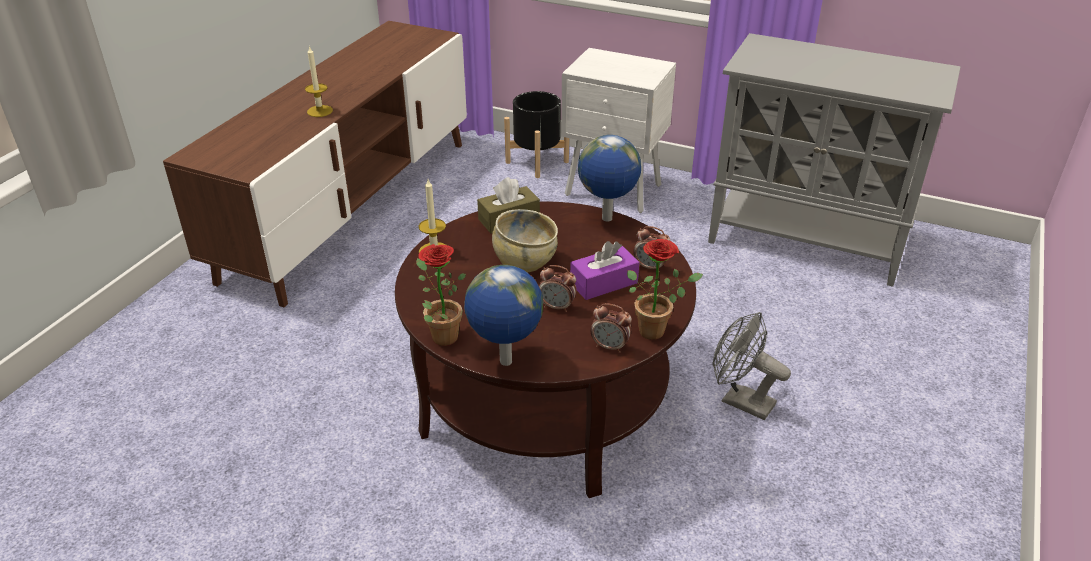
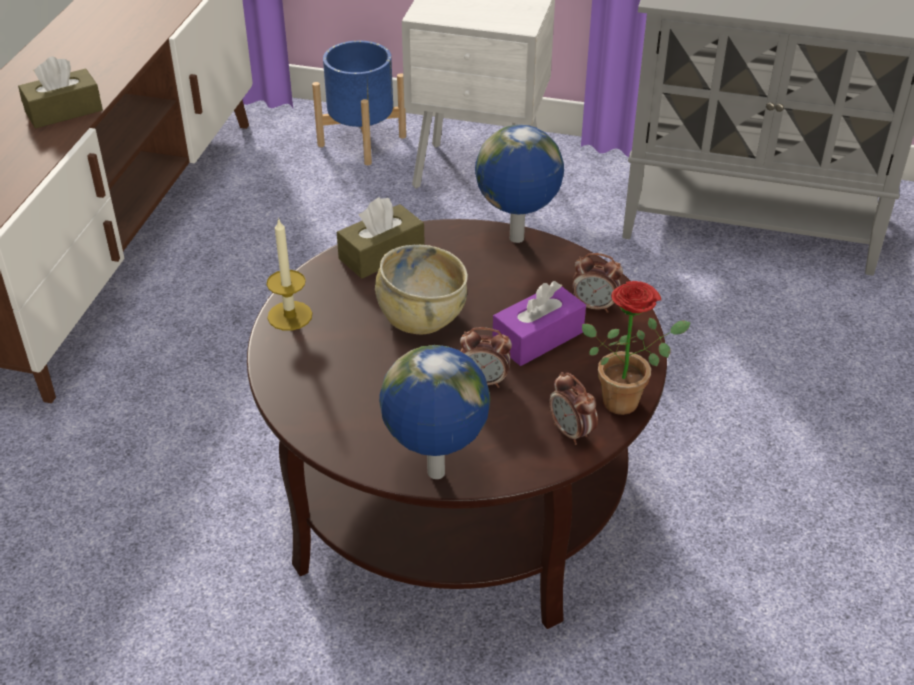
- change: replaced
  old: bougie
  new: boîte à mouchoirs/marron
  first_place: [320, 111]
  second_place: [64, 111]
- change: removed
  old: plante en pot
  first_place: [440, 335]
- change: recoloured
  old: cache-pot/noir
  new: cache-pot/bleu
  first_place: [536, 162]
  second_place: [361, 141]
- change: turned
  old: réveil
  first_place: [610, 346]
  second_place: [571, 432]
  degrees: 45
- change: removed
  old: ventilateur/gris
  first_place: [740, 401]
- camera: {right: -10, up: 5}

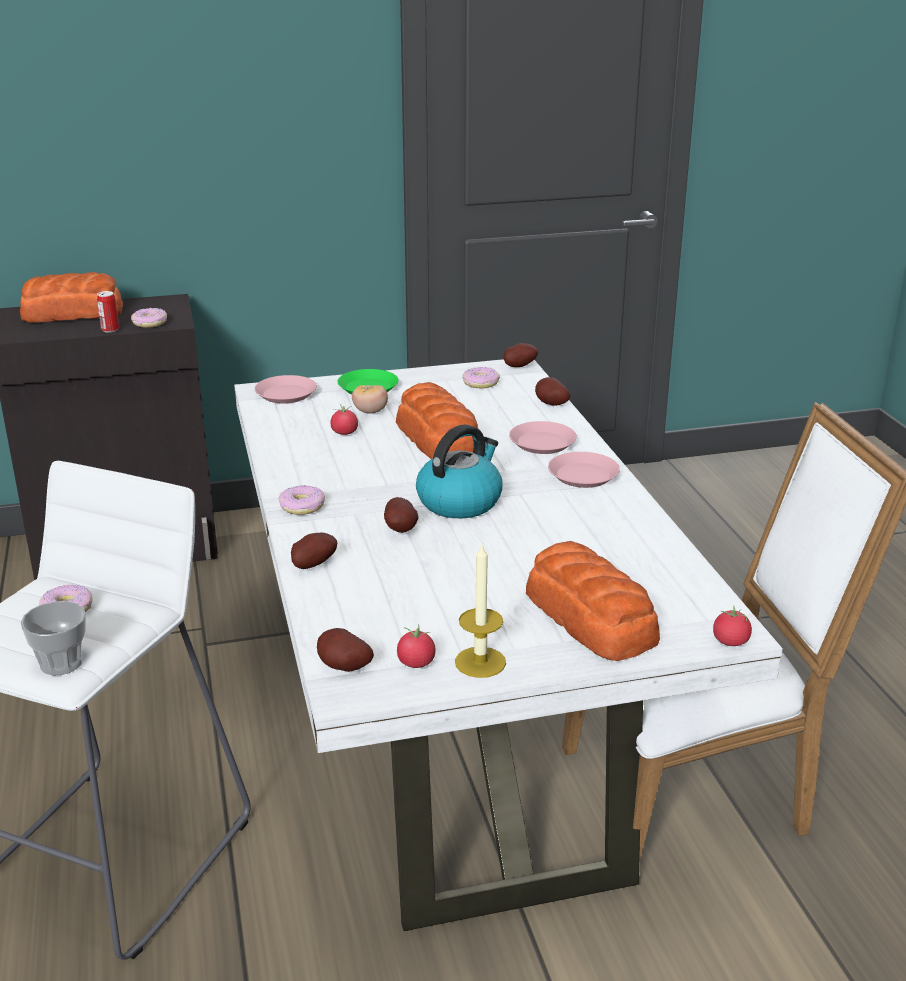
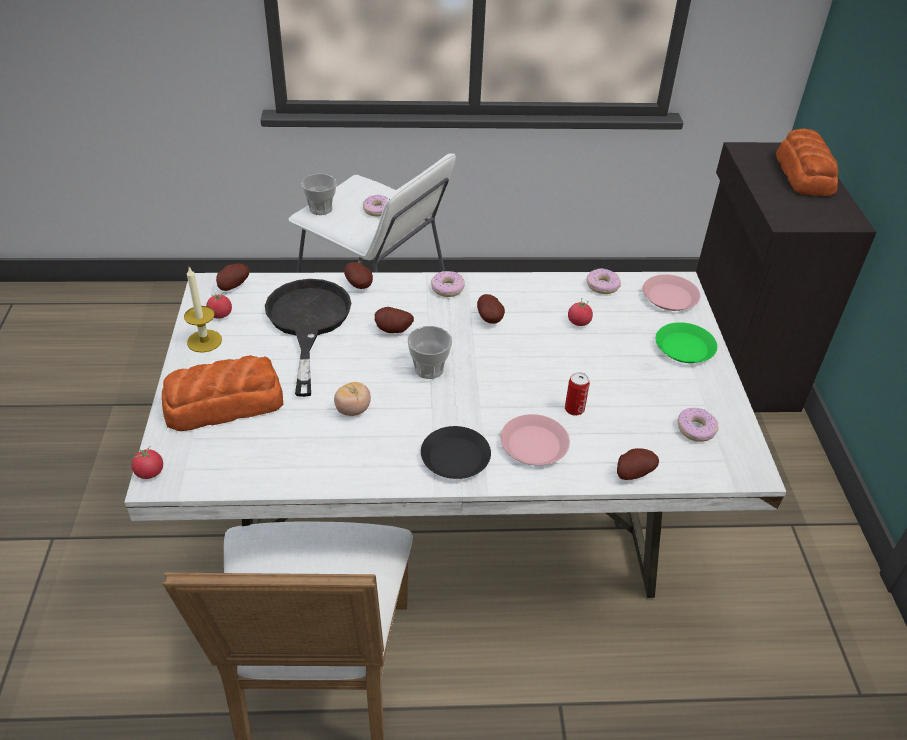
- change: moved
  old: boîte métallique
  first_place: [110, 329]
  second_place: [574, 409]
- change: moved
  old: beignet
  first_place: [150, 323]
  second_place: [602, 286]
- change: moved
  old: tomate
  first_place: [370, 412]
  second_place: [353, 410]
- change: removed
  old: pain
  first_place: [439, 440]
- change: replaced
  old: bouilloire
  new: tasse
  first_place: [460, 501]
  second_place: [429, 369]
- change: moved
  old: pomme de terre
  first_place: [519, 366]
  second_place: [490, 319]
- change: recoloured
  old: assiette/rose
  new: assiette/noir
  first_place: [583, 475]
  second_place: [455, 458]
- change: added
  new: poêle/noir
  second_place: [307, 323]
- camera: {right: 100, up: 15}

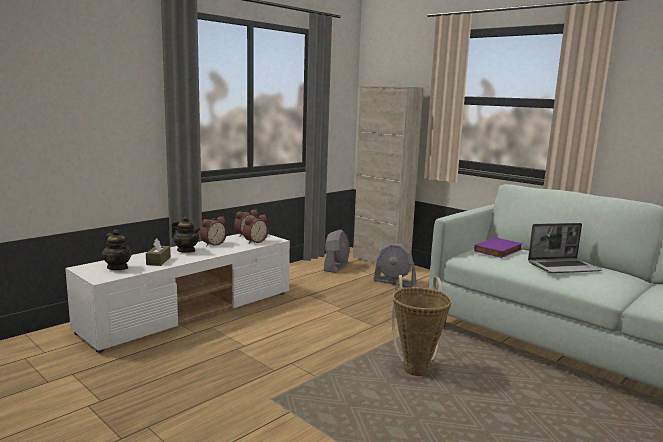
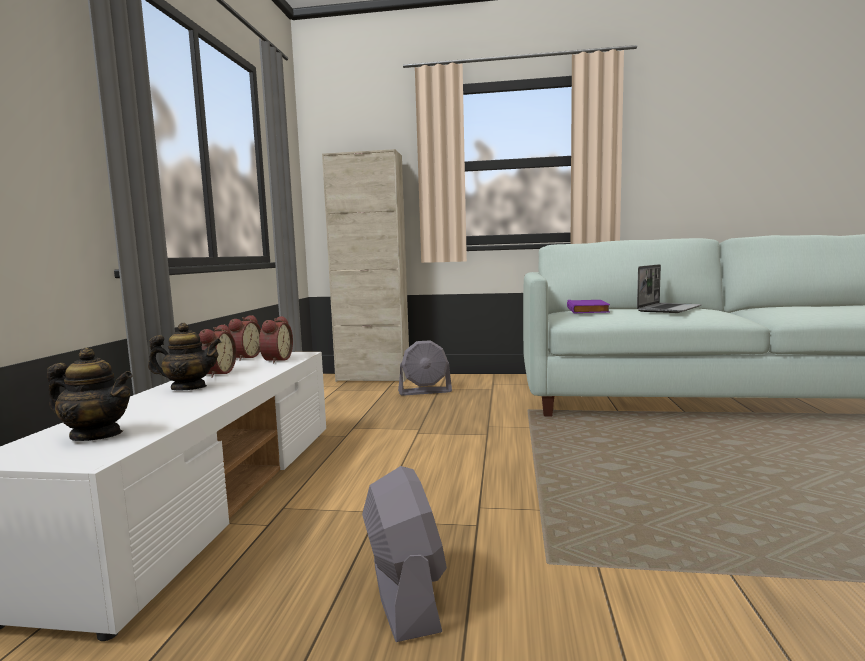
- change: removed
  old: boîte à mouchoirs/marron
  first_place: [158, 261]
- change: moved
  old: ventilateur/gris
  first_place: [336, 267]
  second_place: [405, 595]
- change: removed
  old: panier
  first_place: [416, 366]
- camera: {right: -35, up: -5}

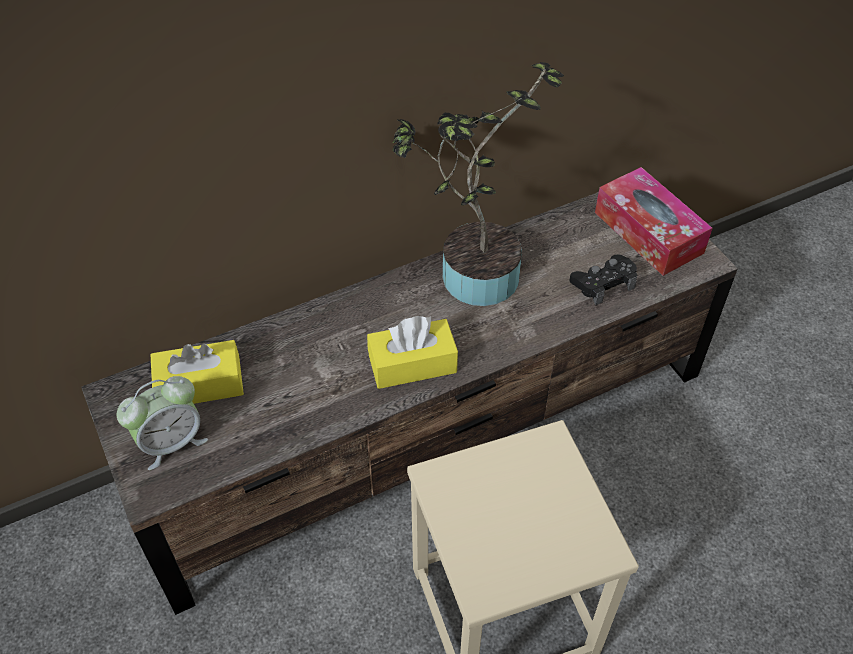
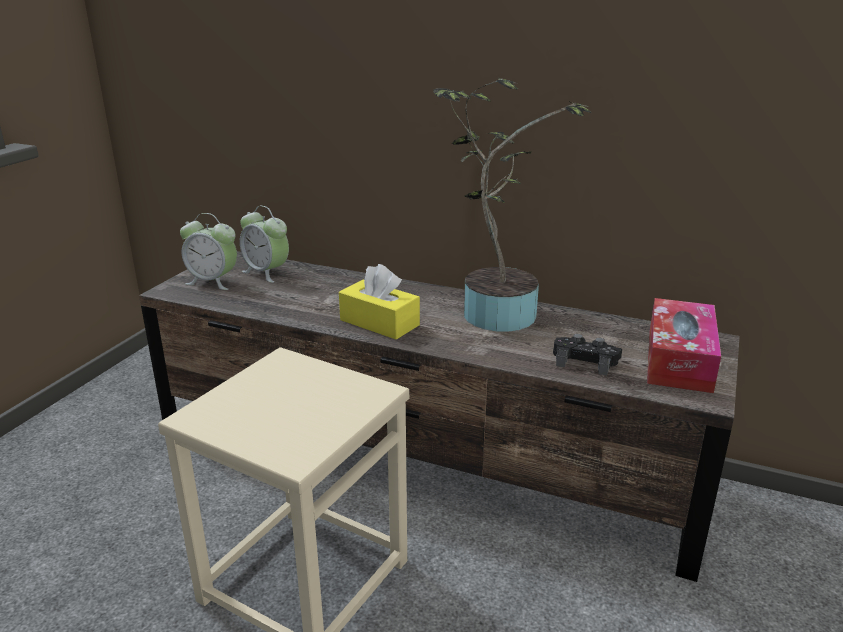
- change: replaced
  old: boîte à mouchoirs/jaune
  new: réveil
  first_place: [200, 385]
  second_place: [266, 273]
- camera: {right: 50, up: -25}

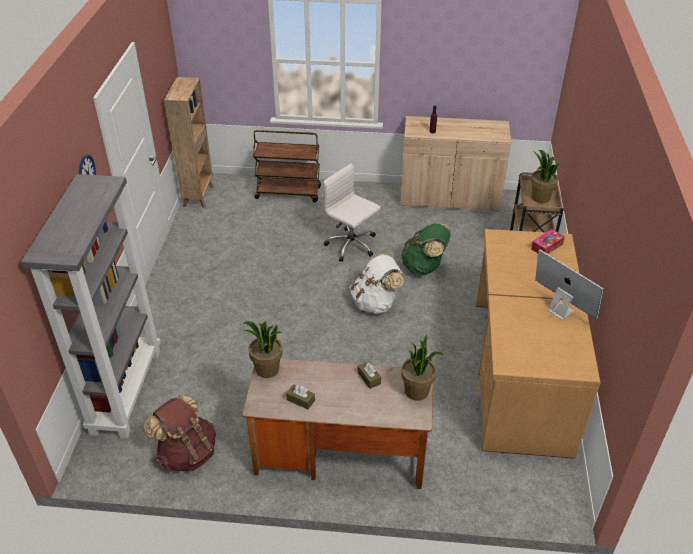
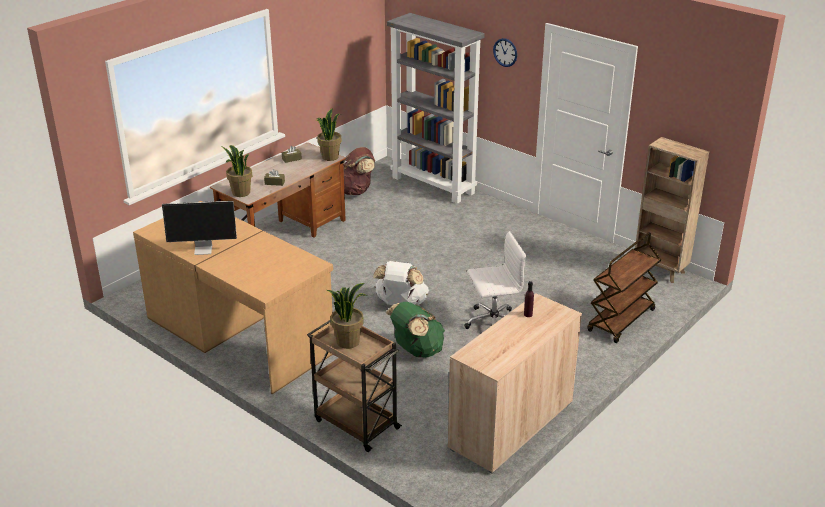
- change: removed
  old: boîte à mouchoirs
  first_place: [546, 246]
- camera: {right: 125, up: -10}

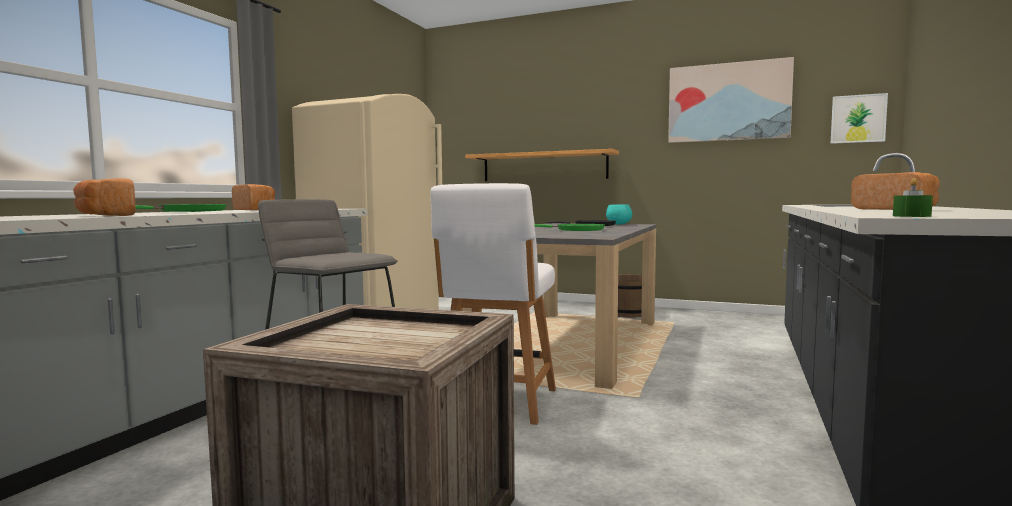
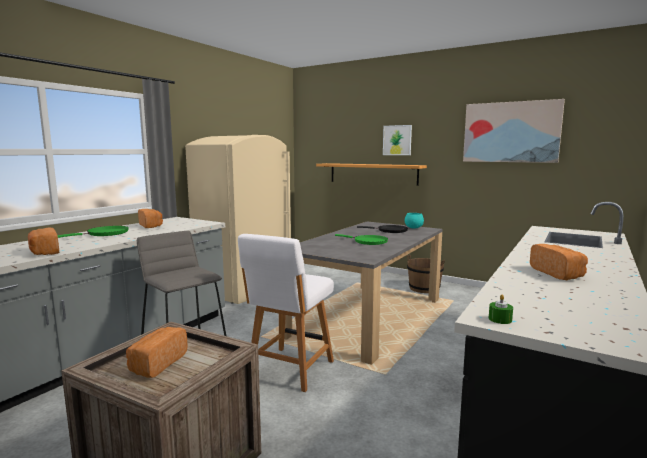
- change: moved
  old: tableau
  first_place: [858, 119]
  second_place: [397, 140]
- change: added
  new: pain
  second_place: [157, 364]
- camera: {right: 10, up: 5}

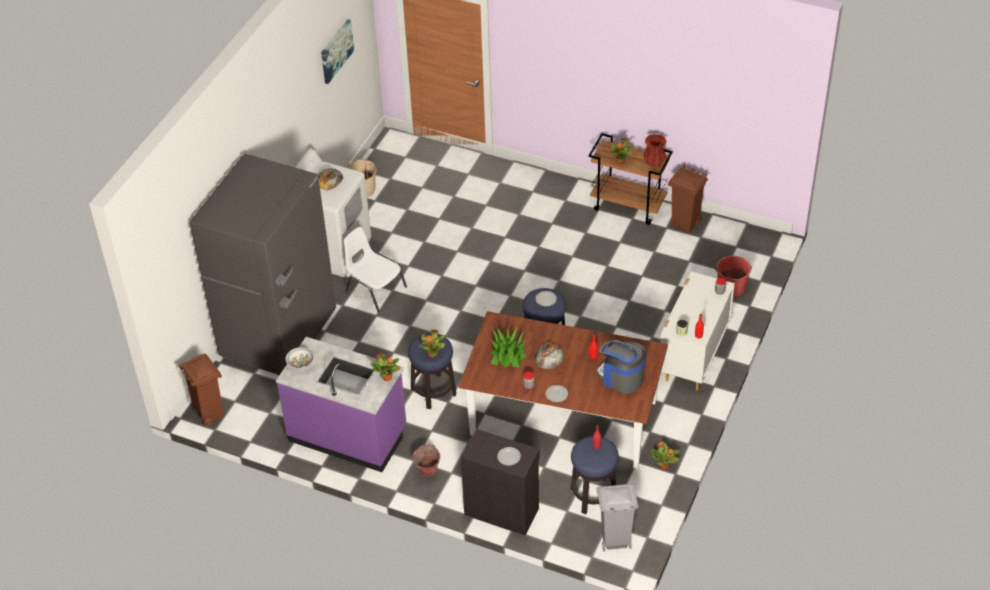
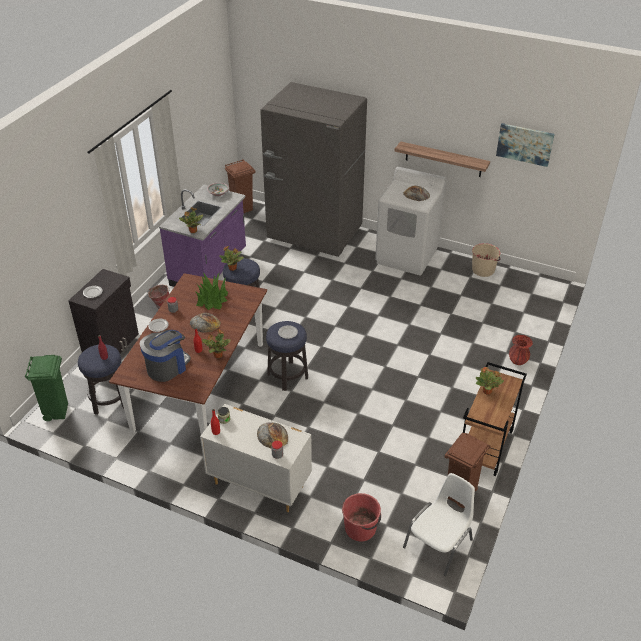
- change: moved
  old: chaise/blanc
  first_place: [375, 289]
  second_place: [439, 543]
- change: recoloured
  old: poubelle/gris
  new: poubelle/vert
  first_place: [614, 541]
  second_place: [57, 411]
- change: moved
  old: vase/rouge
  first_place: [654, 162]
  second_place: [518, 361]
- change: moved
  old: plante en pot
  first_place: [664, 466]
  second_place: [217, 355]
- change: added
  new: pain
  second_place: [272, 435]
- change: added
  new: étagère
  second_place: [443, 159]
- camera: {right: 90, up: -5}

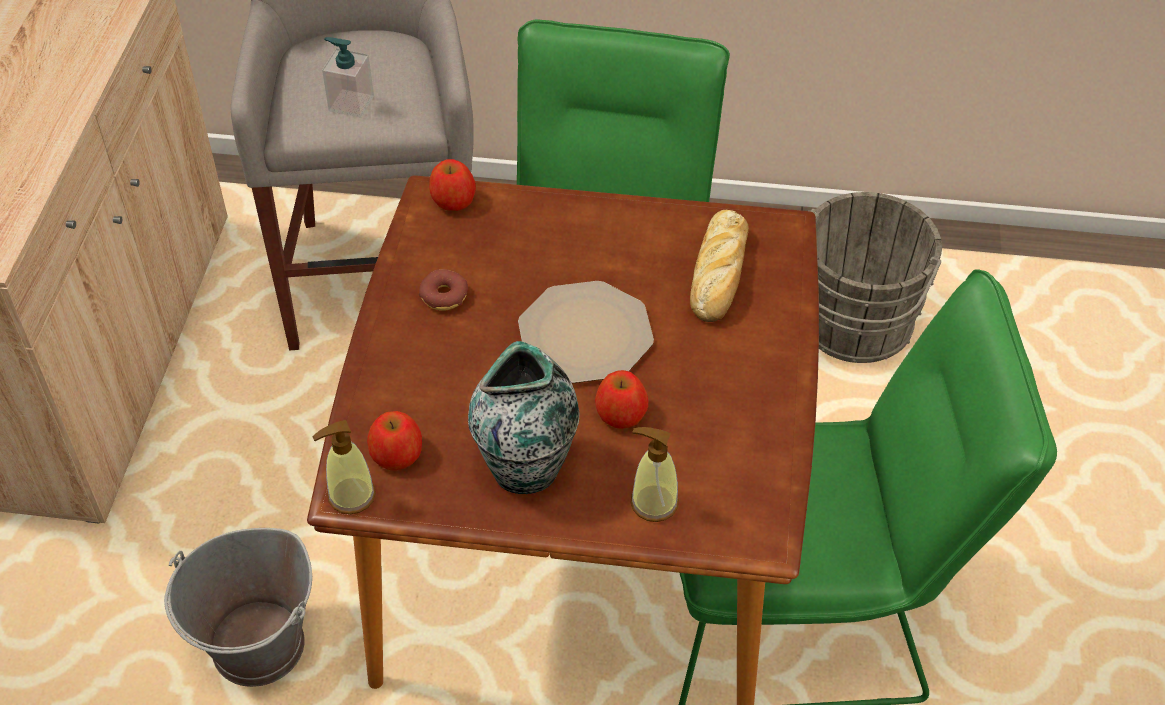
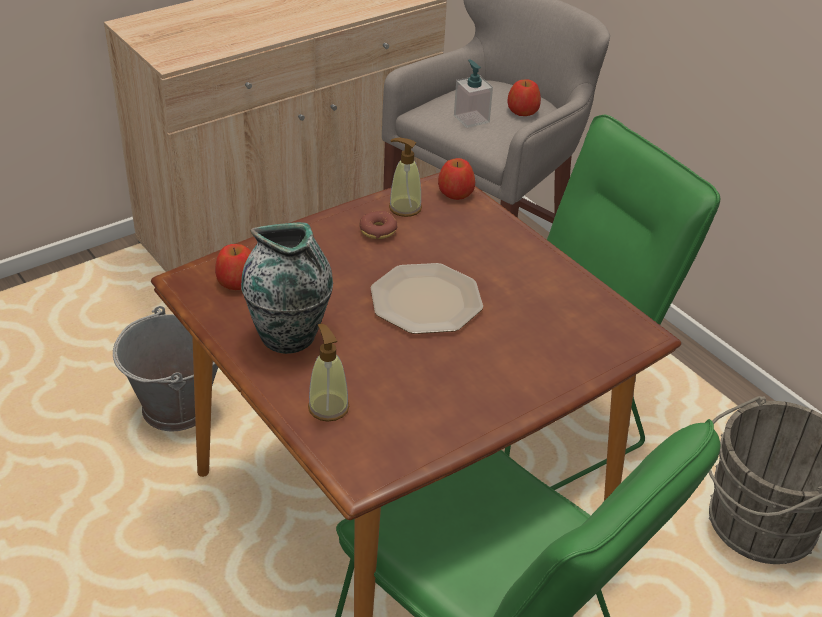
- change: moved
  old: distributeur de savon
  first_place: [351, 495]
  second_place: [405, 208]
- change: moved
  old: pomme
  first_place: [621, 413]
  second_place: [523, 110]
- change: removed
  old: pain
  first_place: [719, 274]
- camera: {right: 45, up: -10}

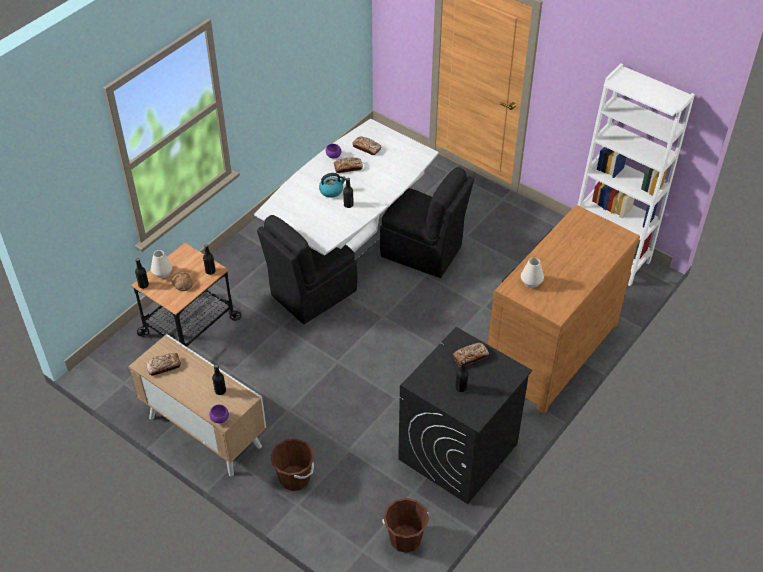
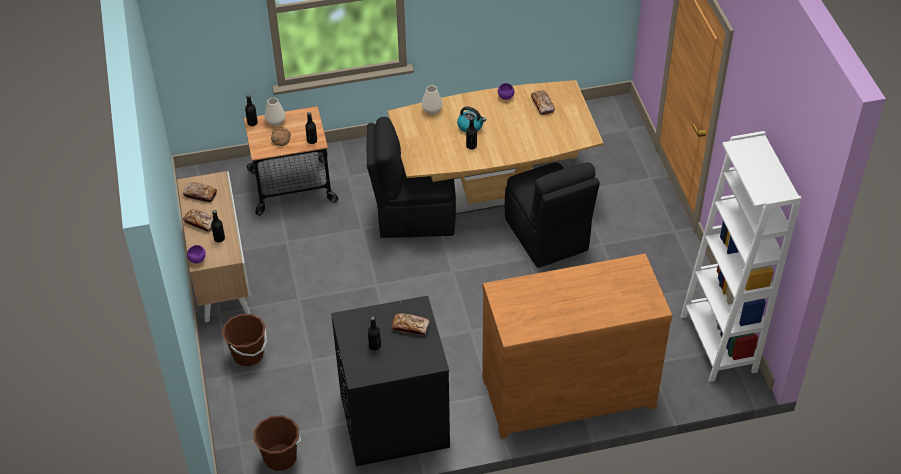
- change: recoloured
  old: table à manger/blanc
  new: table à manger/marron
  first_place: [350, 242]
  second_place: [493, 191]
- change: moved
  old: pain
  first_place: [348, 167]
  second_place: [201, 222]
- change: moved
  old: vase/blanc
  first_place: [531, 282]
  second_place: [432, 110]
- camera: {right: 40, up: 0}

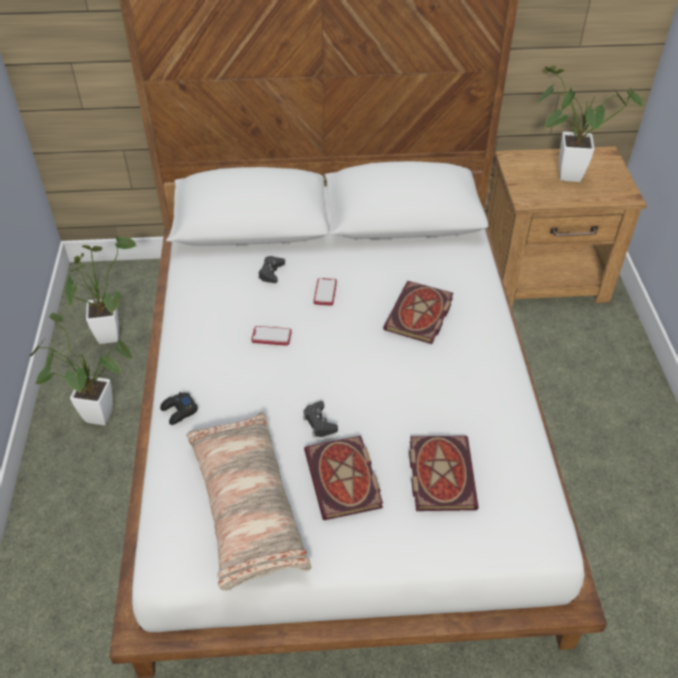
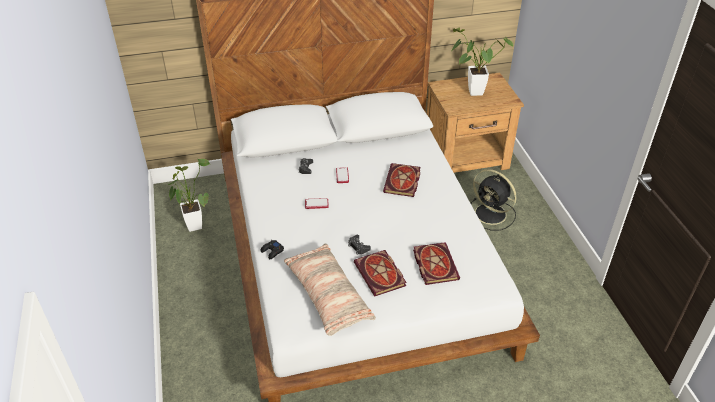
- change: removed
  old: plante en pot
  first_place: [93, 415]
- change: added
  new: ventilateur/noir
  second_place: [491, 214]
- camera: {right: -10, up: -5}

